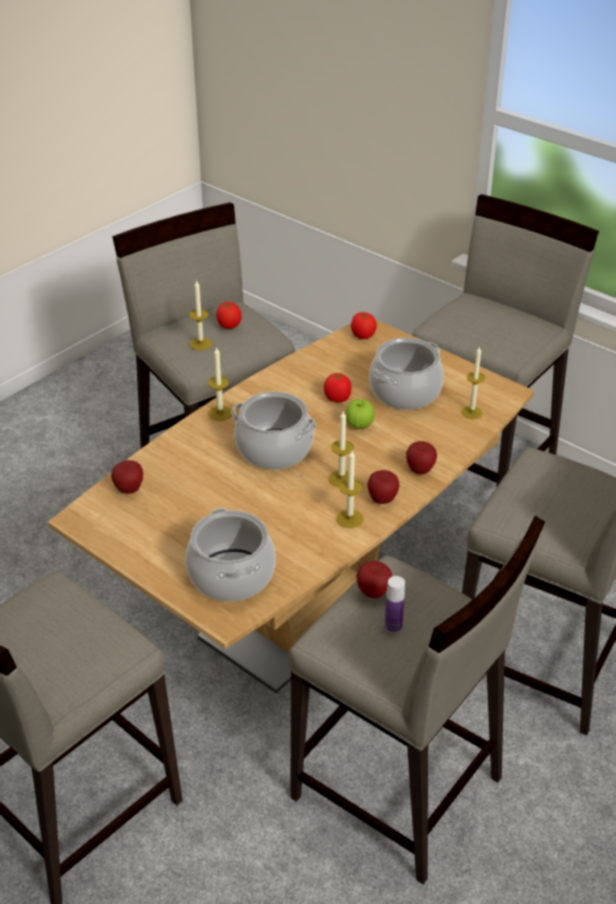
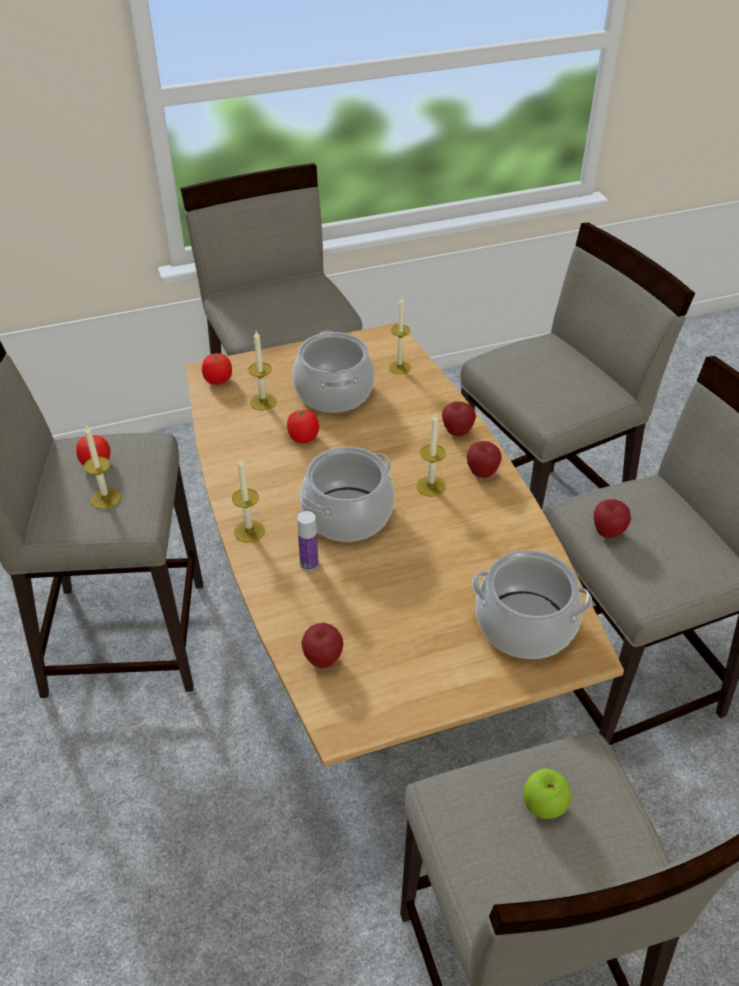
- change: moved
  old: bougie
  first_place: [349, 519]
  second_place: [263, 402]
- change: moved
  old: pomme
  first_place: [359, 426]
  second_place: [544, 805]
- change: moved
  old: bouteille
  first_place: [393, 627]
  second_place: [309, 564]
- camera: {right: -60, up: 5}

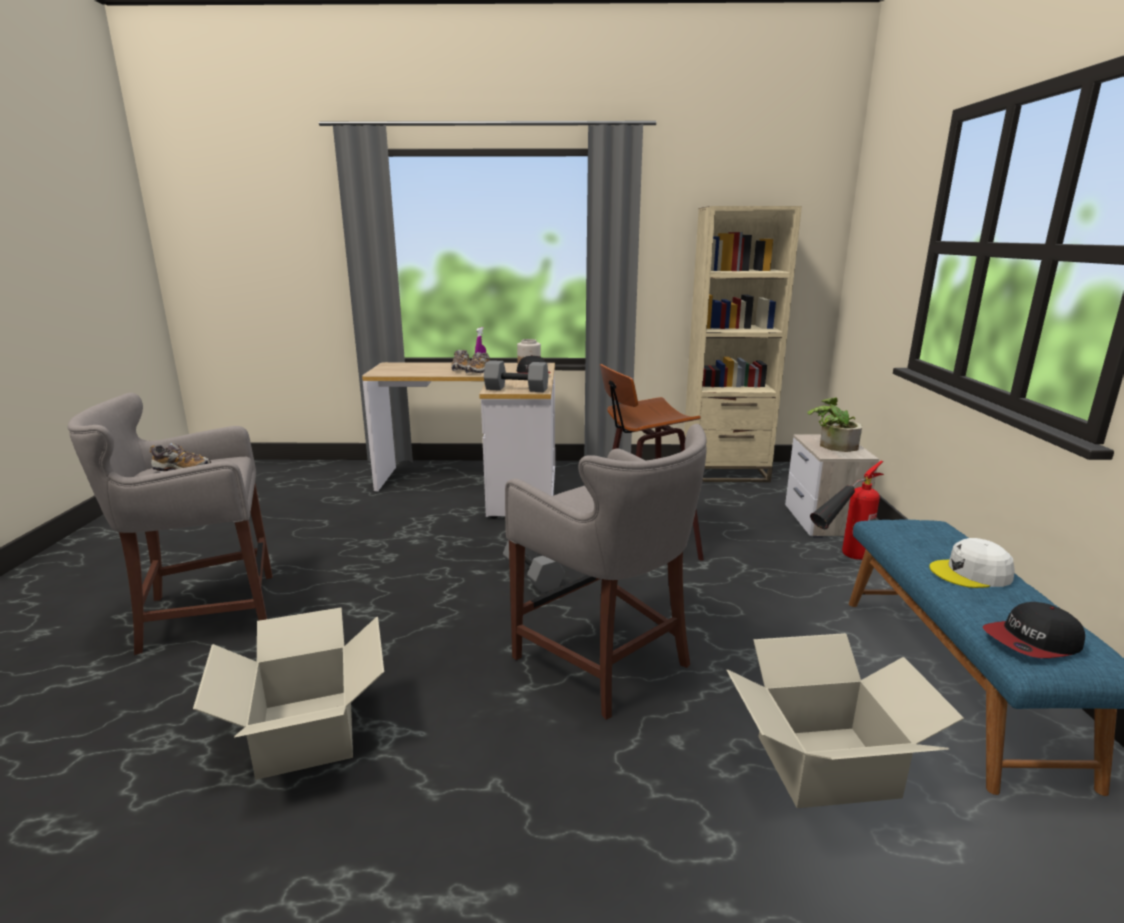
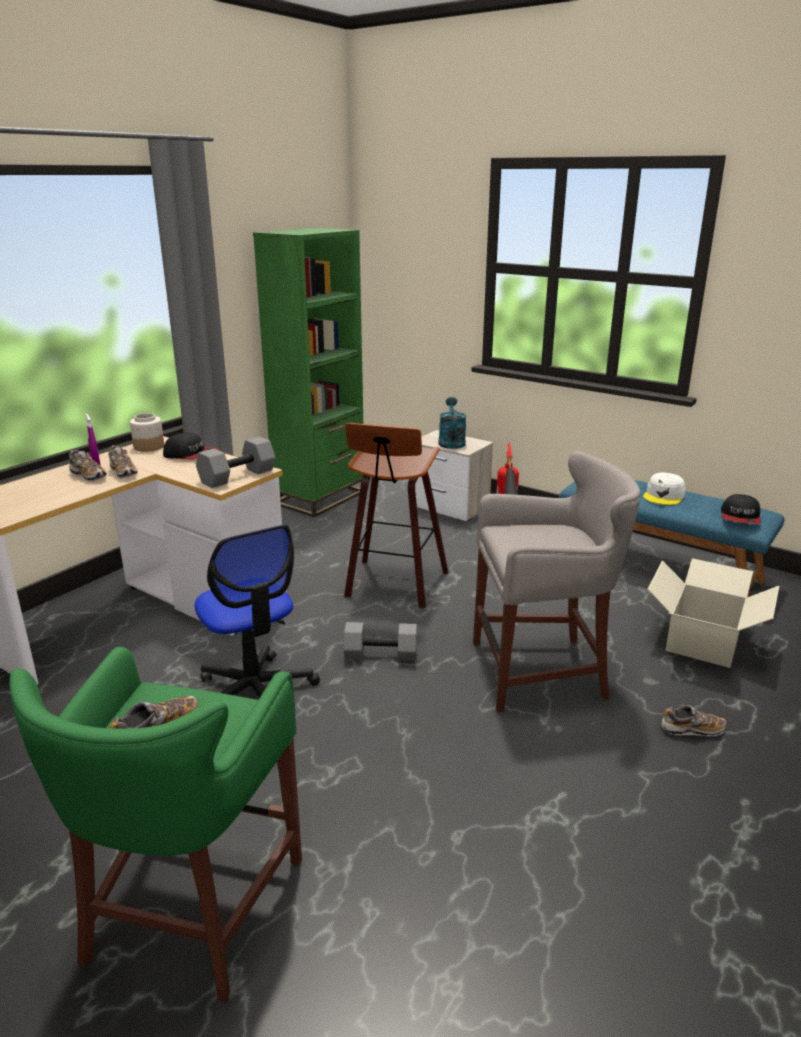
- change: recoloured
  old: tabouret/gris
  new: tabouret/vert
  first_place: [204, 613]
  second_place: [189, 912]
- change: removed
  old: carton
  first_place: [308, 732]
- change: recoloured
  old: bibliothèque/beige
  new: bibliothèque/vert
  first_place: [724, 472]
  second_place: [320, 498]
- change: replaced
  old: plante en pot
  new: arrosoir/turquoise
  first_place: [832, 445]
  second_place: [451, 442]
- change: added
  new: chaise de bureau
  second_place: [254, 693]
- change: added
  new: chaussure
  second_place: [692, 730]
- camera: {right: -55, up: 5}

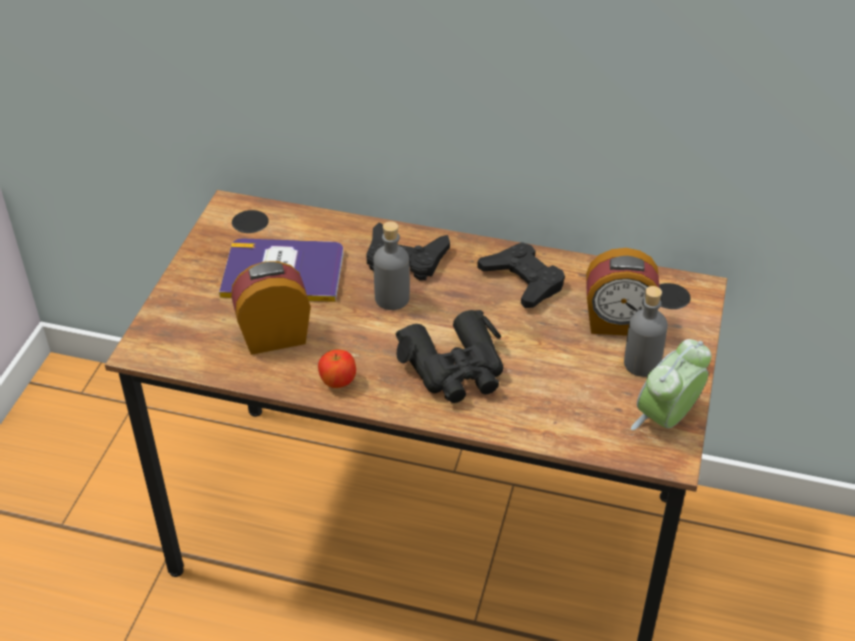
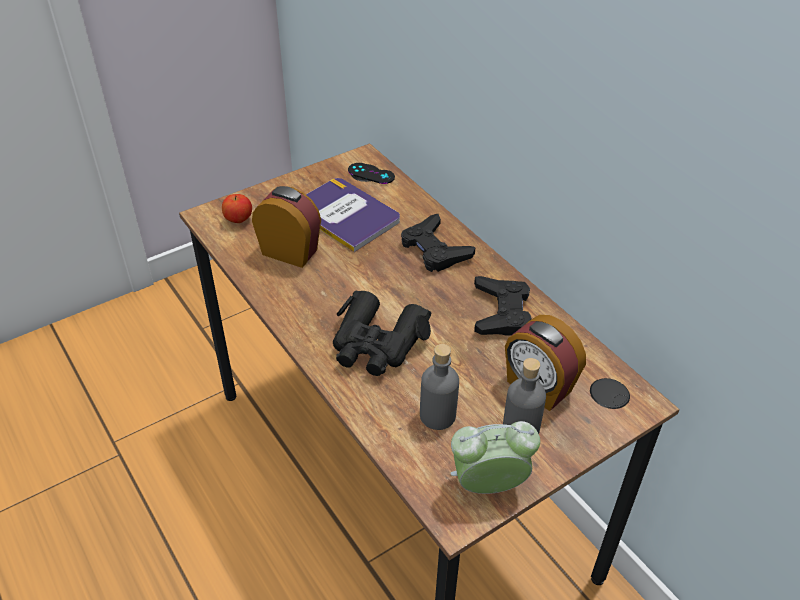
- change: moved
  old: pomme
  first_place: [337, 382]
  second_place: [238, 220]
- change: moved
  old: bouteille/gris
  first_place: [392, 298]
  second_place: [437, 415]
- change: added
  new: manette/noir
  second_place: [371, 173]
- camera: {right: 40, up: 0}

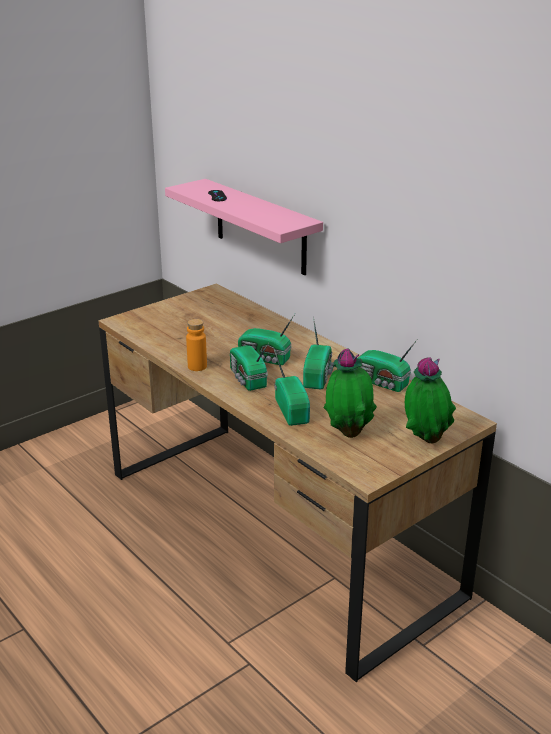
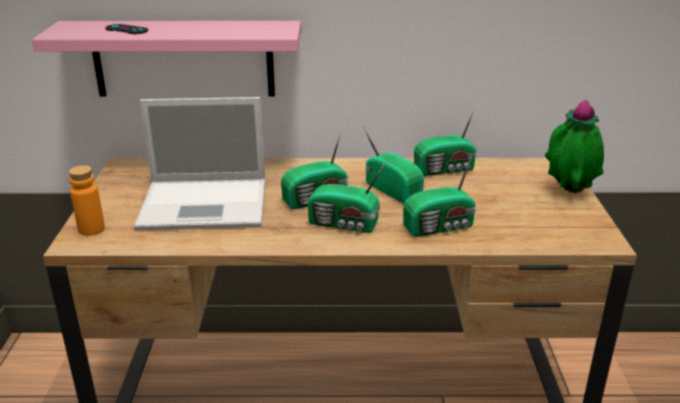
- change: moved
  old: bouteille/orange
  first_place: [197, 366]
  second_place: [91, 229]
- change: turned
  old: radio
  first_place: [293, 410]
  second_place: [440, 227]
  degrees: 135
- change: removed
  old: plante en pot
  first_place: [348, 433]
- change: added
  new: ordinateur portable
  second_place: [207, 204]
- camera: {right: -50, up: 0}

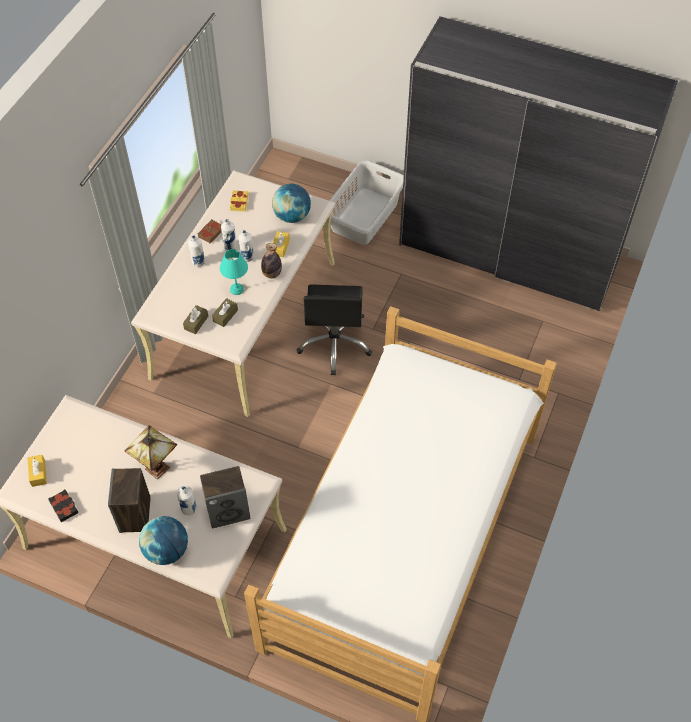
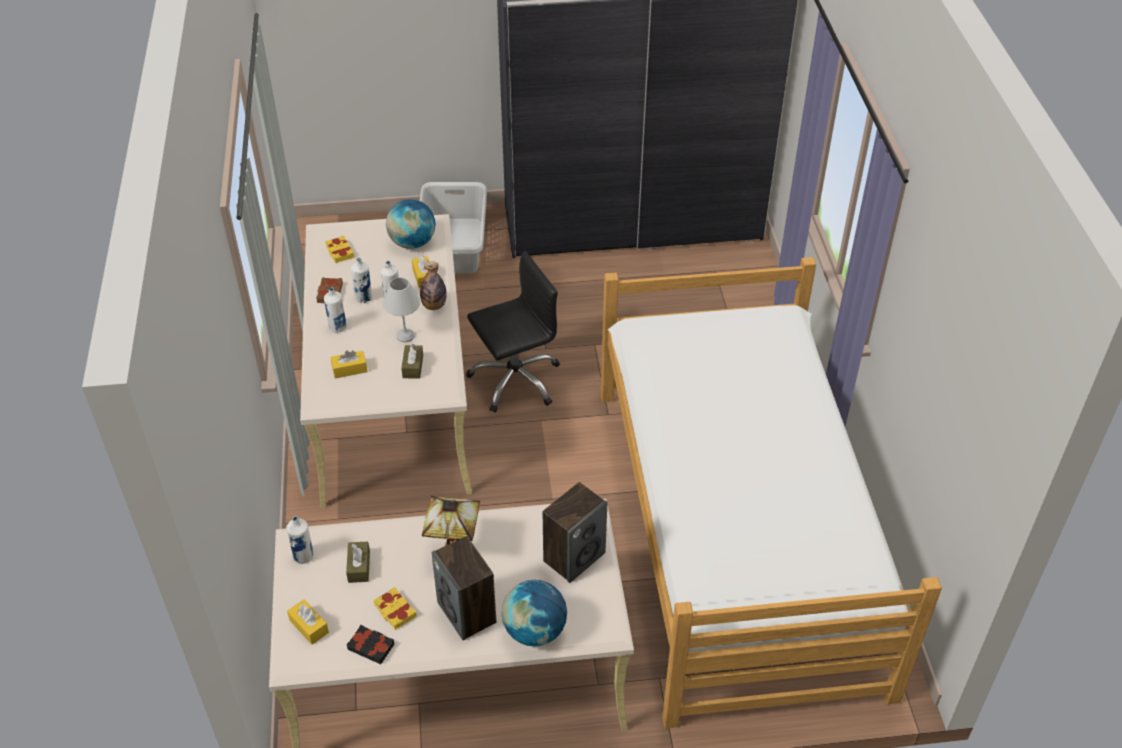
- change: moved
  old: bouteille/blanc
  first_place: [189, 509]
  second_place: [303, 556]
- change: moved
  old: boîte à mouchoirs/marron
  first_place: [196, 323]
  second_place: [359, 566]
- change: recoloured
  old: lampe de table/turquoise
  new: lampe de table/blanc
  first_place: [237, 289]
  second_place: [406, 336]
- change: turned
  old: chaise de bureau/noir
  first_place: [335, 344]
  second_place: [515, 380]
  degrees: -90
- change: added
  new: boîte à mouchoirs/jaune
  second_place: [349, 369]
- change: added
  new: livre/jaune
  second_place: [395, 611]
- camera: {right: -30, up: -10}

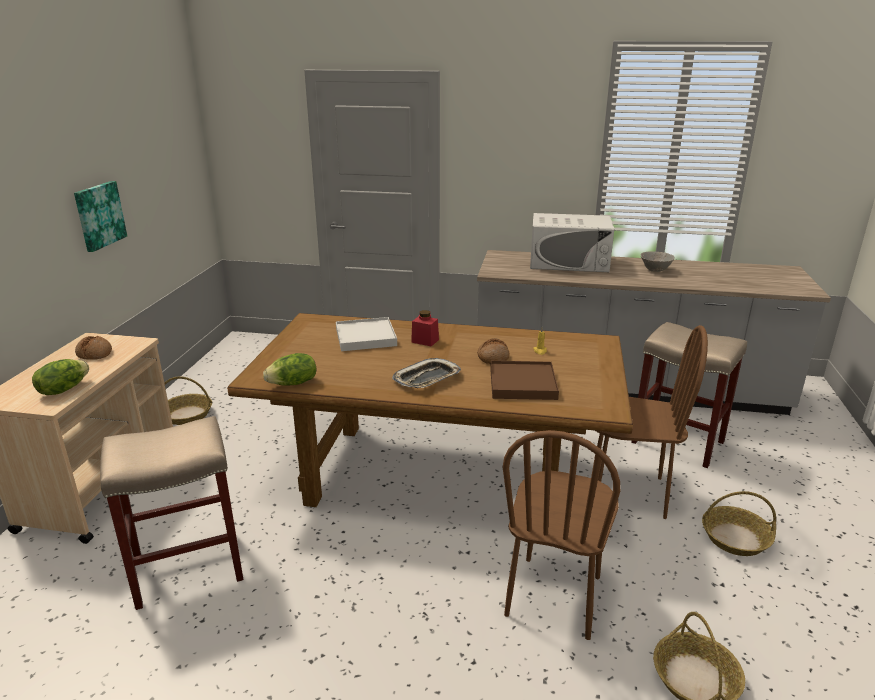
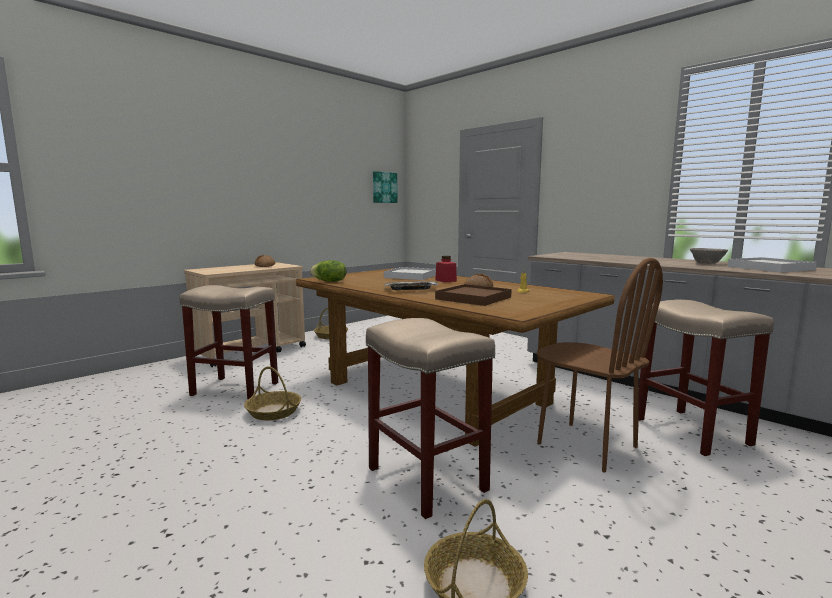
- change: removed
  old: laitue
  first_place: [63, 389]
- change: moved
  old: tableau
  first_place: [99, 215]
  second_place: [384, 187]
- change: replaced
  old: chaise/marron
  new: tabouret/beige
  first_place: [554, 596]
  second_place: [425, 478]
- change: removed
  old: micro-ondes/blanc
  first_place: [568, 262]
- change: moved
  old: panier
  first_place: [735, 538]
  second_place: [274, 412]
- change: added
  new: plateau/blanc
  second_place: [770, 268]
- camera: {right: 35, up: -15}

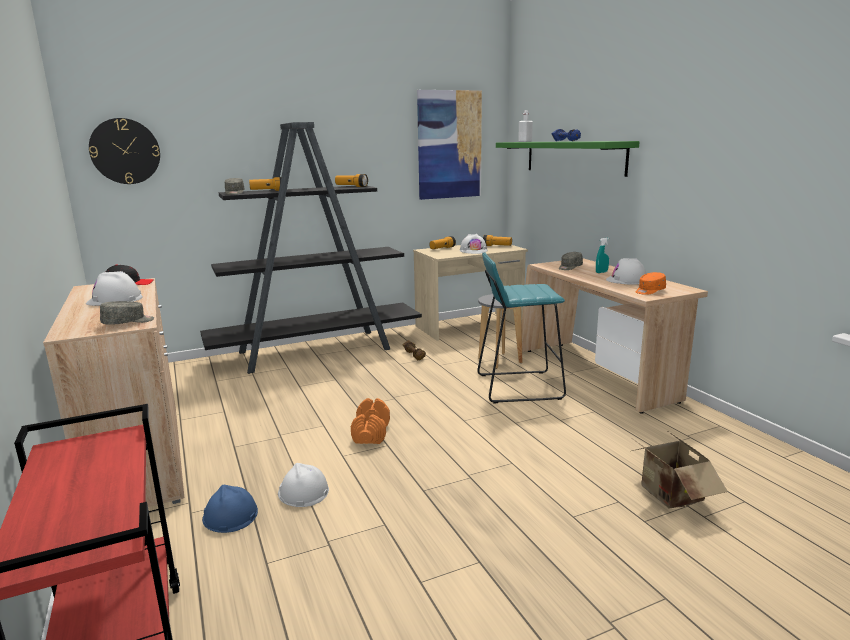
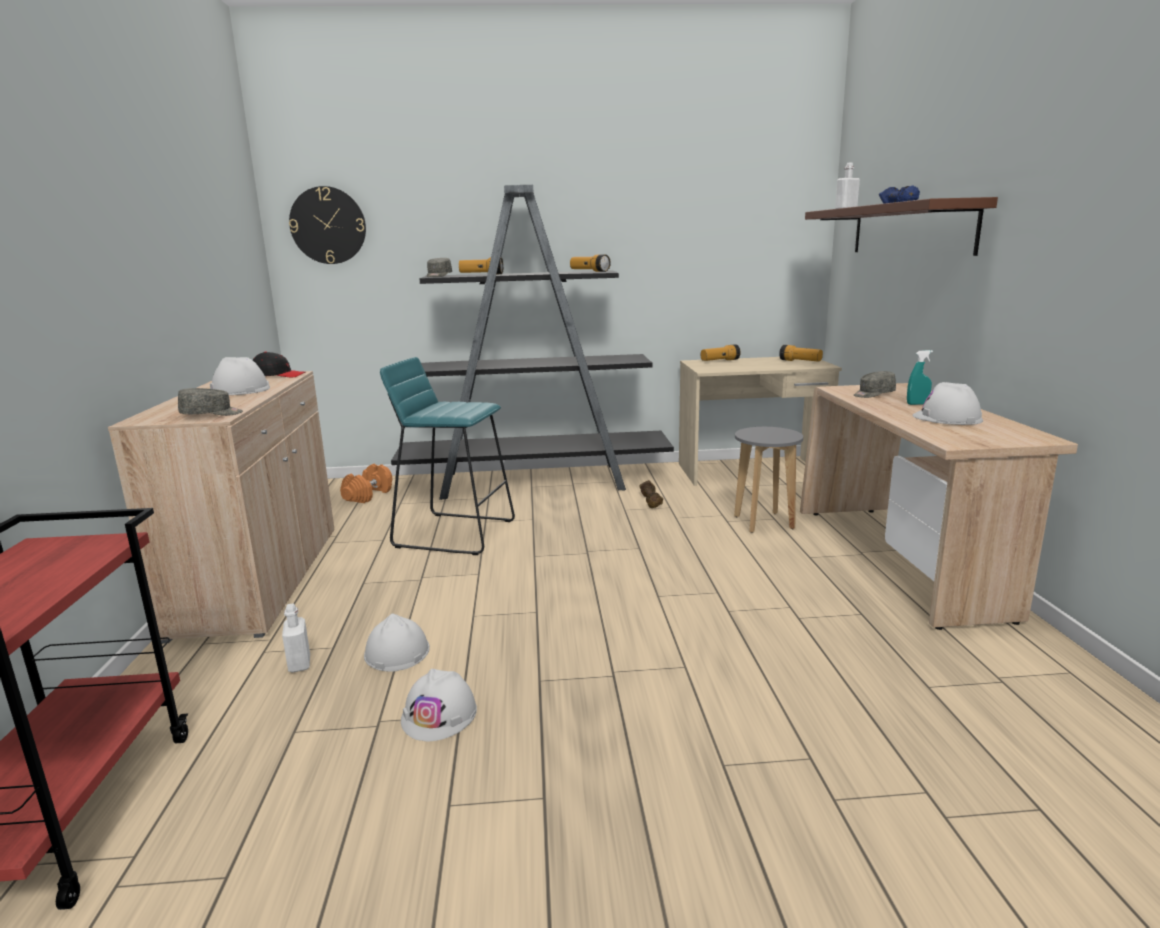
- change: replaced
  old: casque de chantier/bleu
  new: bouteille/blanc
  first_place: [230, 515]
  second_place: [299, 664]
- change: moved
  old: haltère/orange
  first_place: [371, 433]
  second_place: [368, 495]
- change: removed
  old: tableau
  first_place: [449, 145]
- change: moved
  old: casque de chantier/blanc
  first_place: [473, 251]
  second_place: [439, 714]
- change: moved
  old: tabouret/turquoise
  first_place: [518, 386]
  second_place: [454, 533]
- change: recoloured
  old: étagère/vert
  new: étagère/marron
  first_place: [573, 157]
  second_place: [910, 229]
- change: removed
  old: carton
  first_place: [669, 496]
- change: removed
  old: casquette/orange
  first_place: [649, 291]
- camera: {right: 20, up: 0}

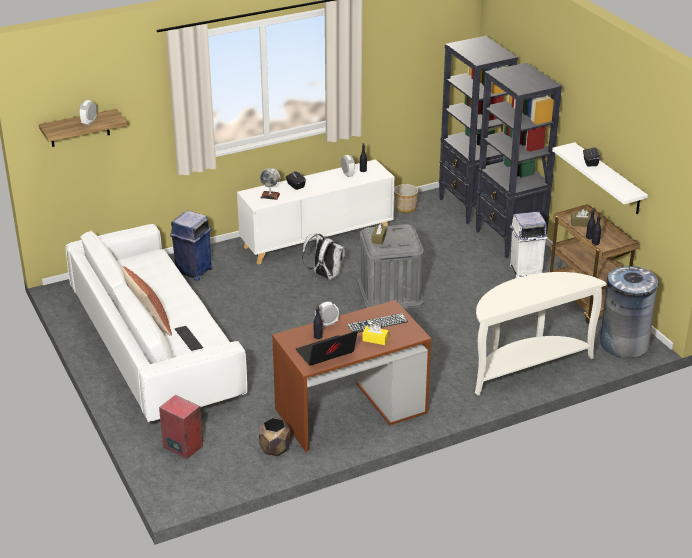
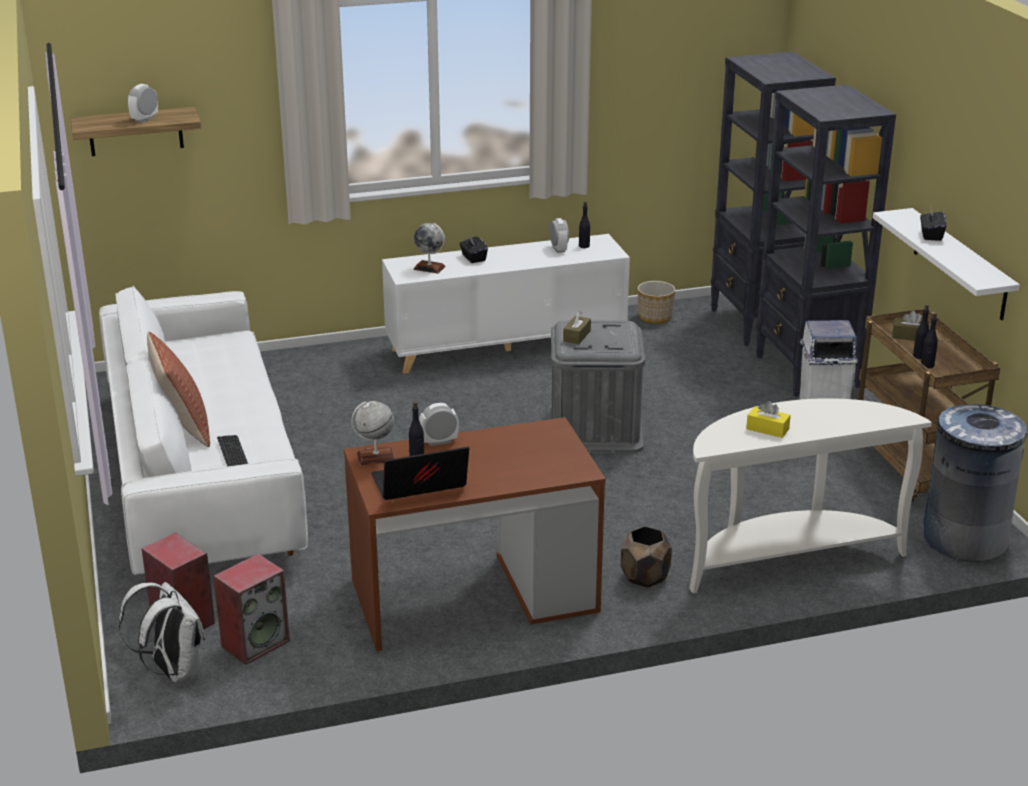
- change: removed
  old: poubelle/bleu
  first_place: [193, 271]
- change: moved
  old: cache-pot/marron
  first_place: [274, 449]
  second_place: [644, 577]
- change: moved
  old: sac à dos/blanc
  first_place: [324, 275]
  second_place: [173, 670]
- change: removed
  old: clavier
  first_place: [377, 323]
- change: moved
  old: boîte à mouchoirs/jaune
  first_place: [375, 339]
  second_place: [767, 429]
- change: added
  new: enceinte
  second_place: [255, 643]
- change: added
  new: globe
  second_place: [375, 457]
- camera: {right: 10, up: -5}

